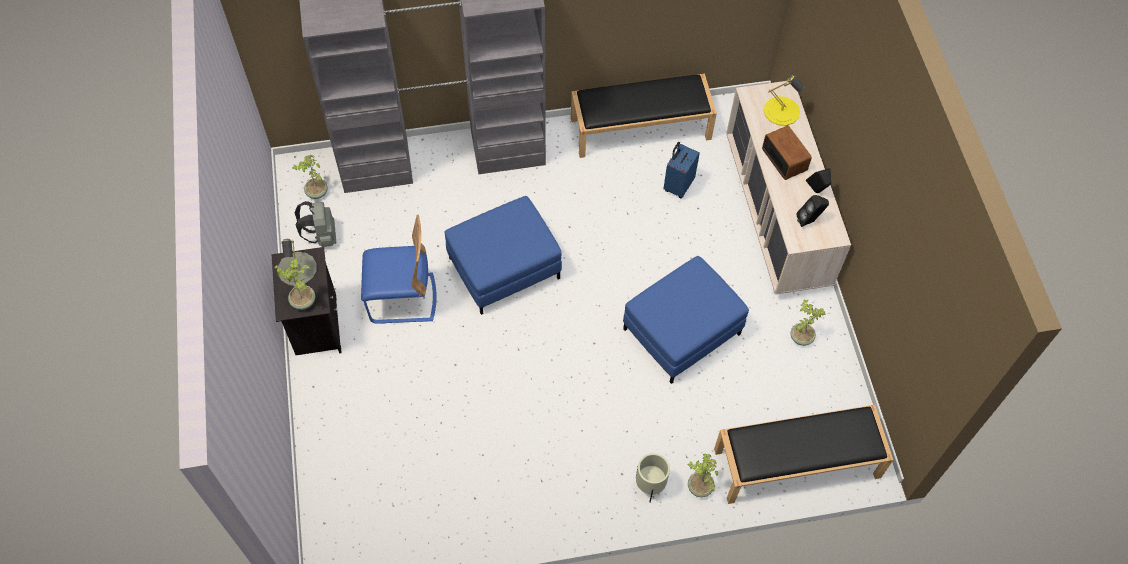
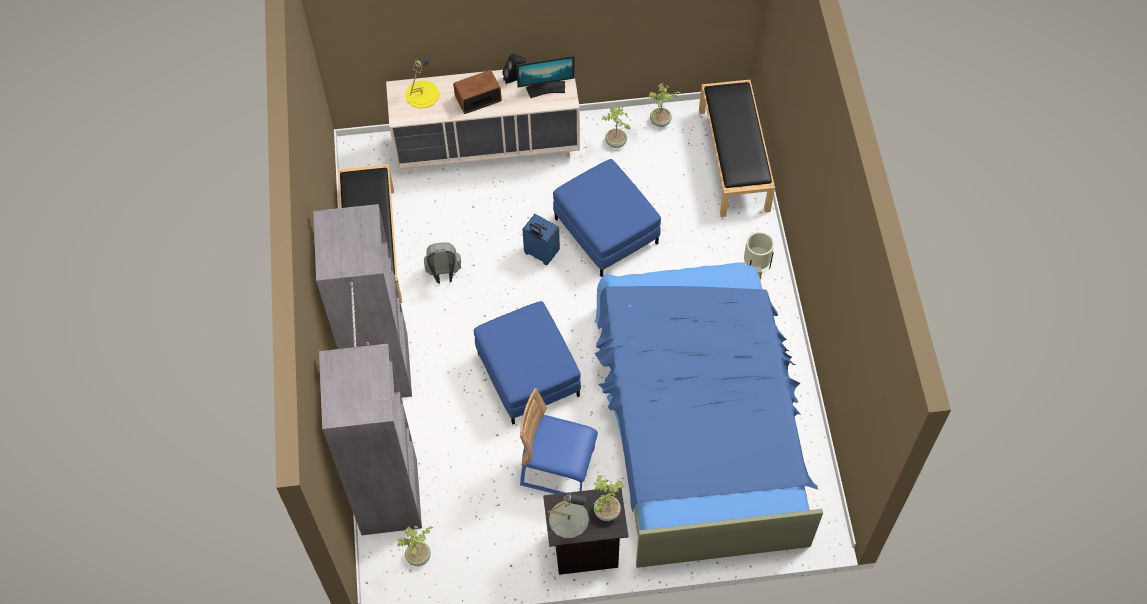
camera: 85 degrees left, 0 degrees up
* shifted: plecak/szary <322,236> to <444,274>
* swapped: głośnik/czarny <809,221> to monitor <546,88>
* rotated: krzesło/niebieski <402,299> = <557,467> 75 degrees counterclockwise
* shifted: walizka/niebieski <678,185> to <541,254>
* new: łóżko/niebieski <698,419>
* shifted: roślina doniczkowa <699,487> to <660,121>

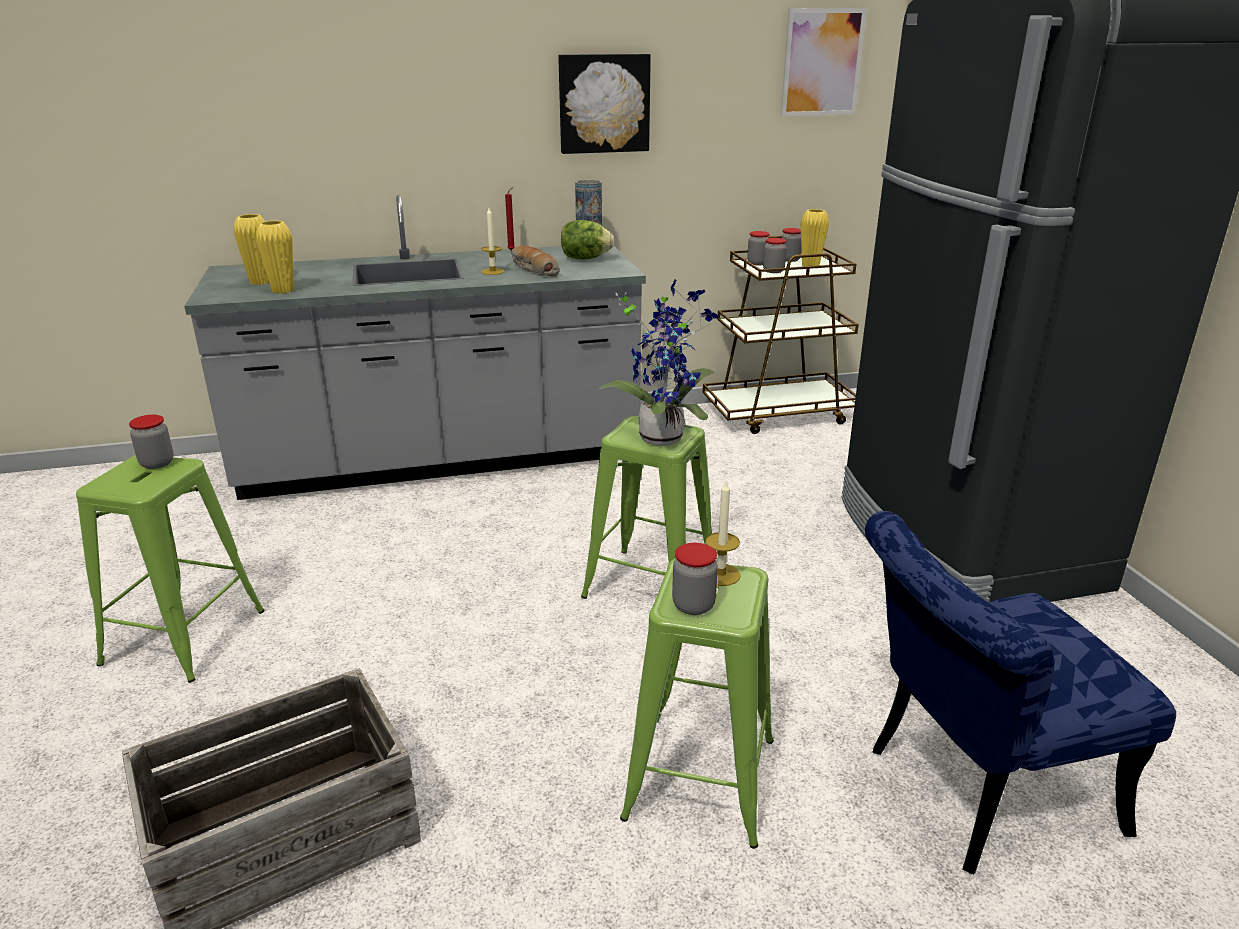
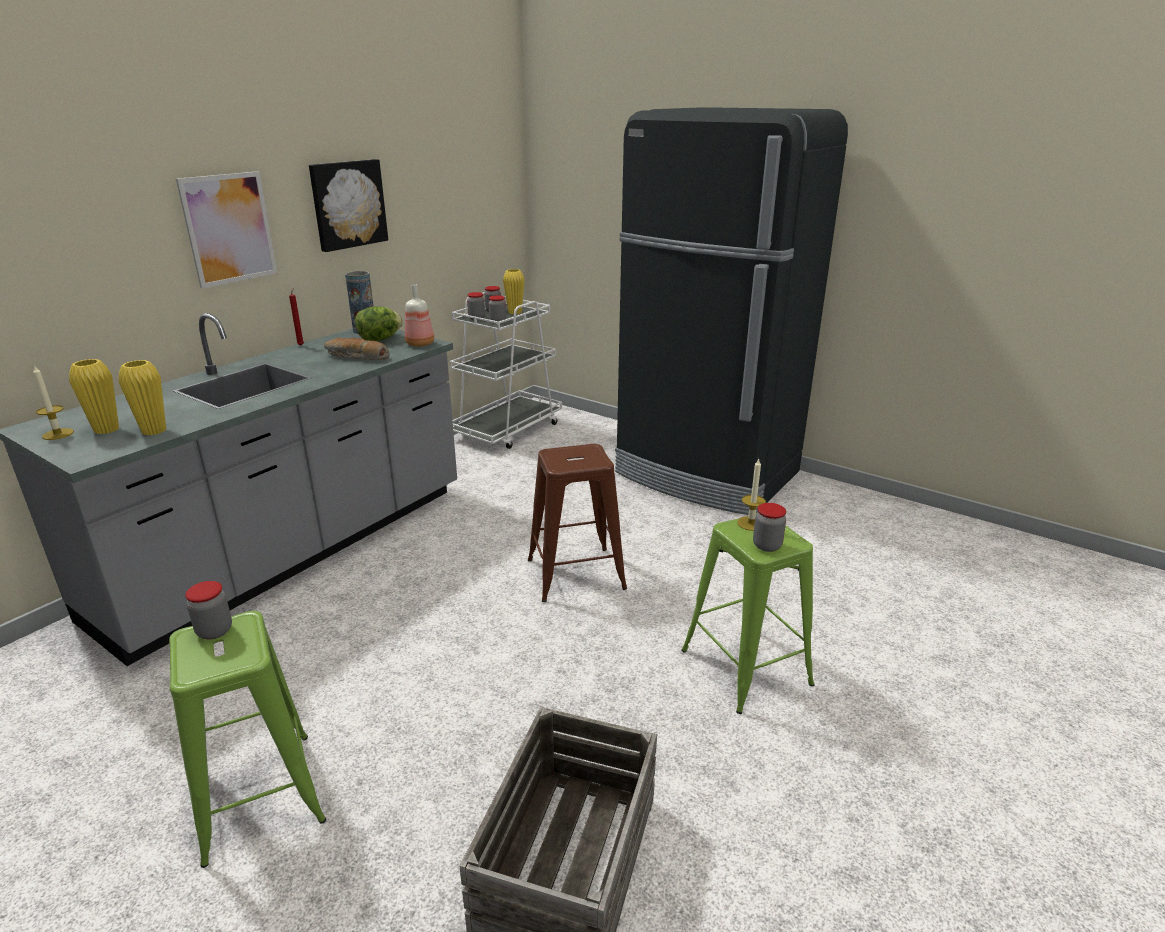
camera: 40 degrees left, 0 degrees up
* shifted: świeca <492,271> to <58,434>
* shifted: obraz <822,63> to <229,229>
* new: butelka <420,344>
* repainted: wózek/brązowy <779,414> to wózek/biały <508,429>
* repainted: stołek/zielony <649,585> to stołek/brązowy <575,574>
* gone: roślina doniczkowa <663,435>
* gone: krzesło/niebieski <971,790>

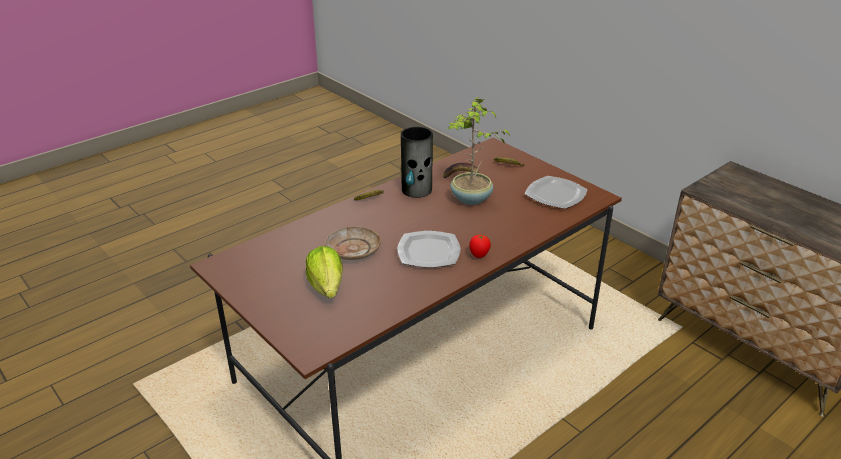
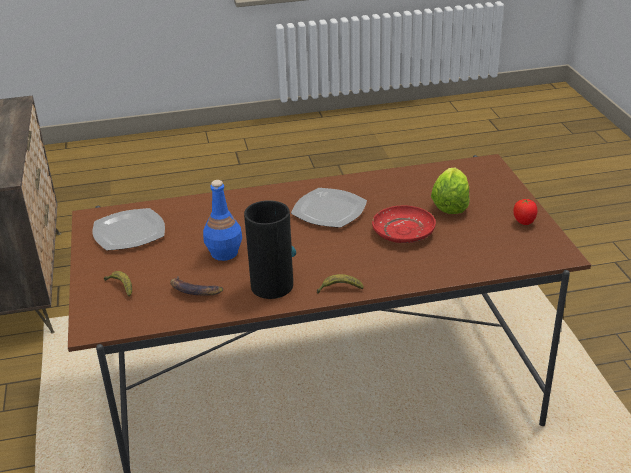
camera: 150 degrees left, 0 degrees up
* swapped: roślina doniczkowa <471,199> to butelka/niebieski <224,253>
* repainted: talerz/beżowy <353,250> to talerz/czerwony <403,232>
* shifted: pomidor <479,255> to <524,223>

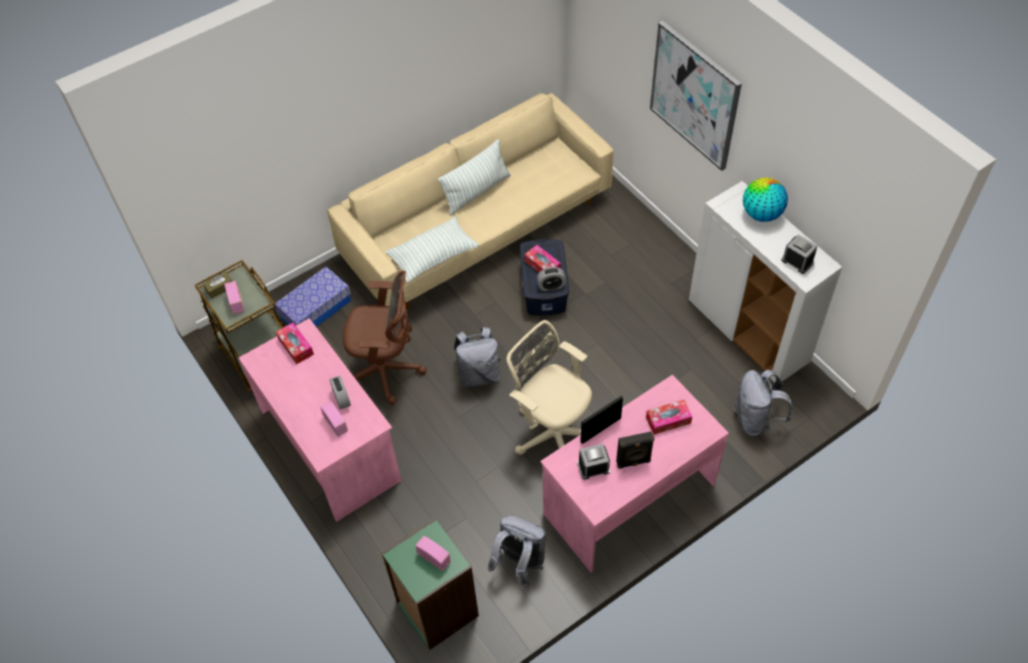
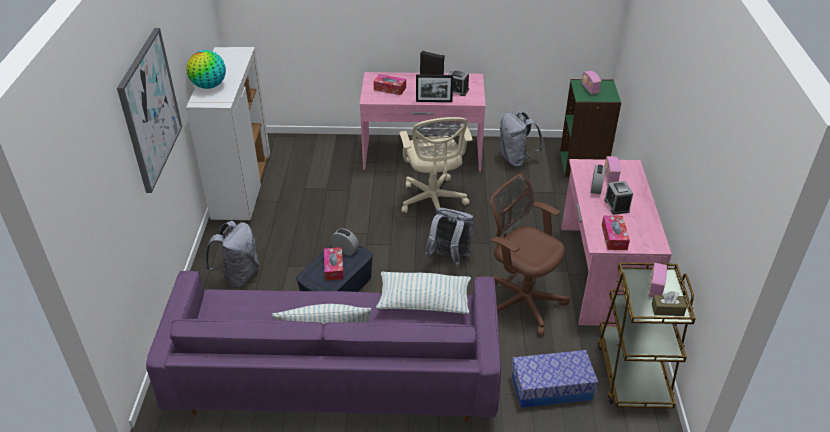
camera: 145 degrees left, 15 degrees down
* repainted: kanapa/beżowy <477,228> to kanapa/fioletowy <335,374>
* shifted: plecak/szary <755,419> to <238,275>
* shifted: budzik <797,261> to <616,205>

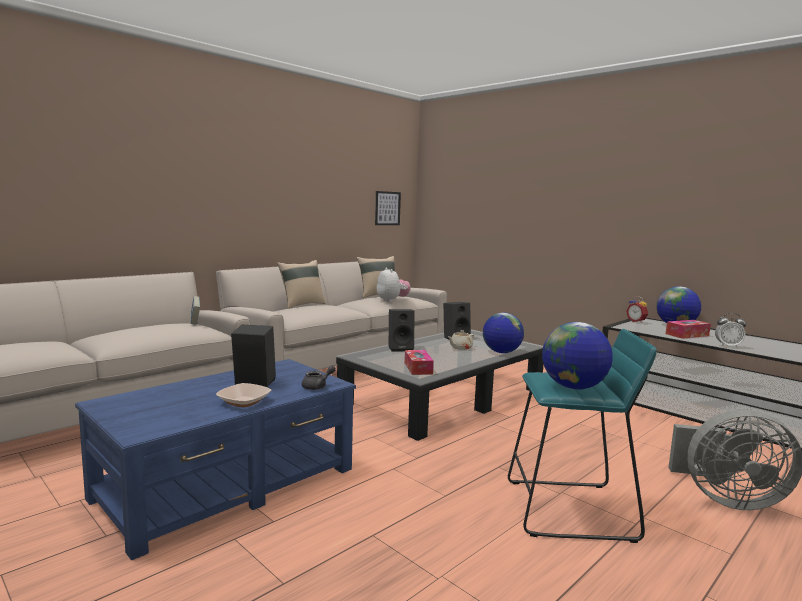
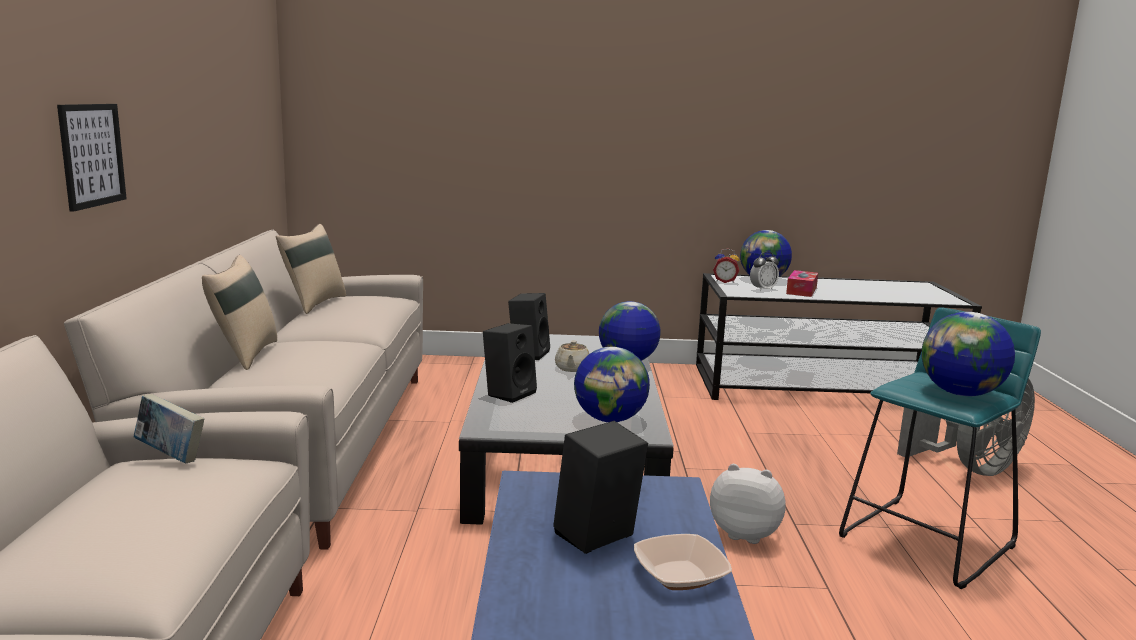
camera: 45 degrees left, 5 degrees up
* shifted: obraz <387,208> to <92,155>
* swapped: pudełko chusteczek <418,368> to globus <610,419>
* shifted: pluszak <392,301> to <745,534>
* shifted: budzik <728,346> to <762,289>
* gone: imbryk/szary <318,386>

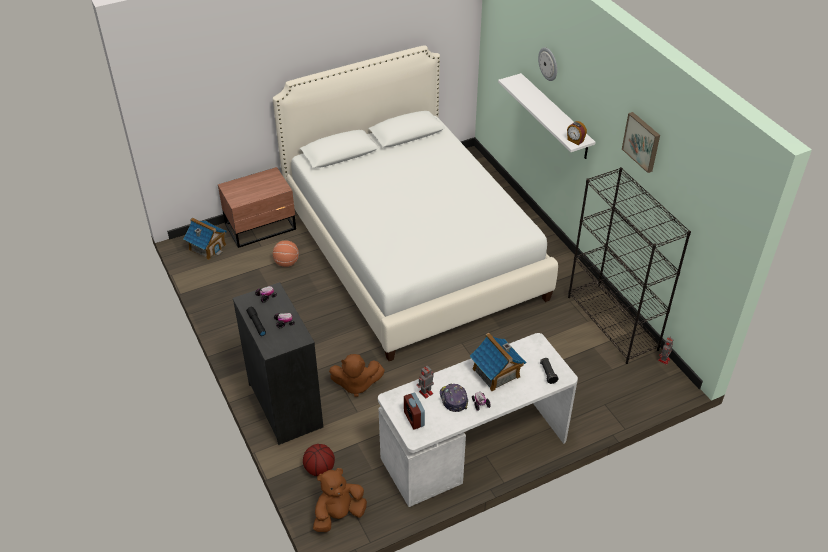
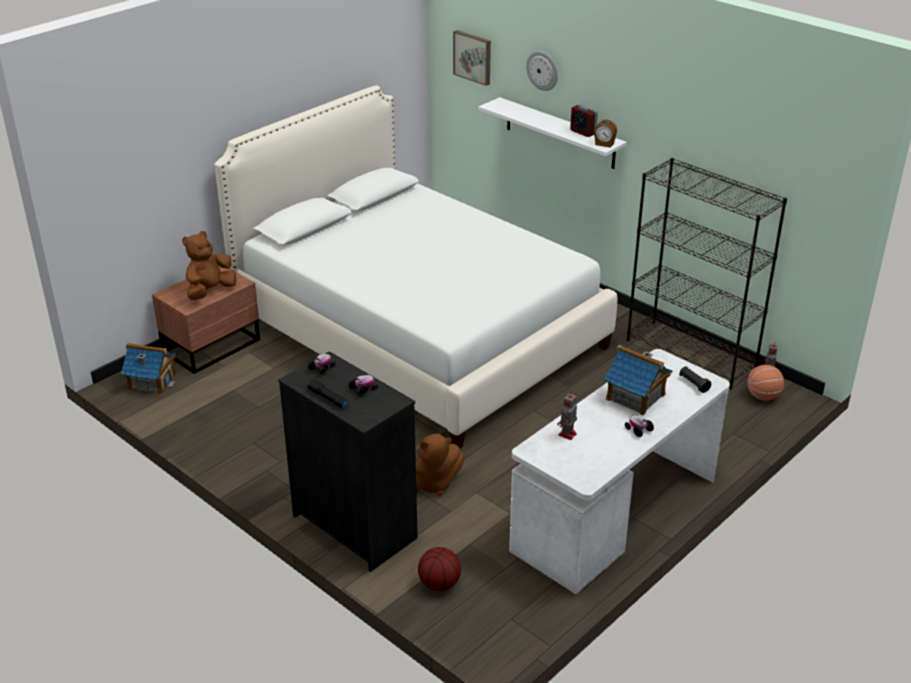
camera: 20 degrees left, 10 degrees down
* shifted: pluszak/brązowy <339,515> to <210,291>
* shifted: obraz <642,141> to <473,57>
* shifted: budzik <414,419> to <583,132>
* shifted: piłka do koszykówki <286,262> to <762,396>
* gone: czapka z daszkiem <453,399>

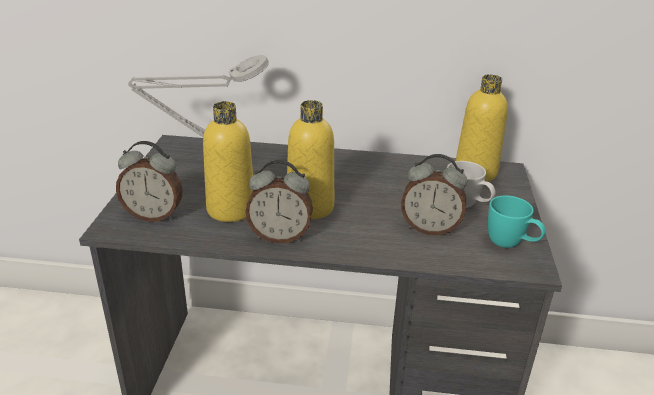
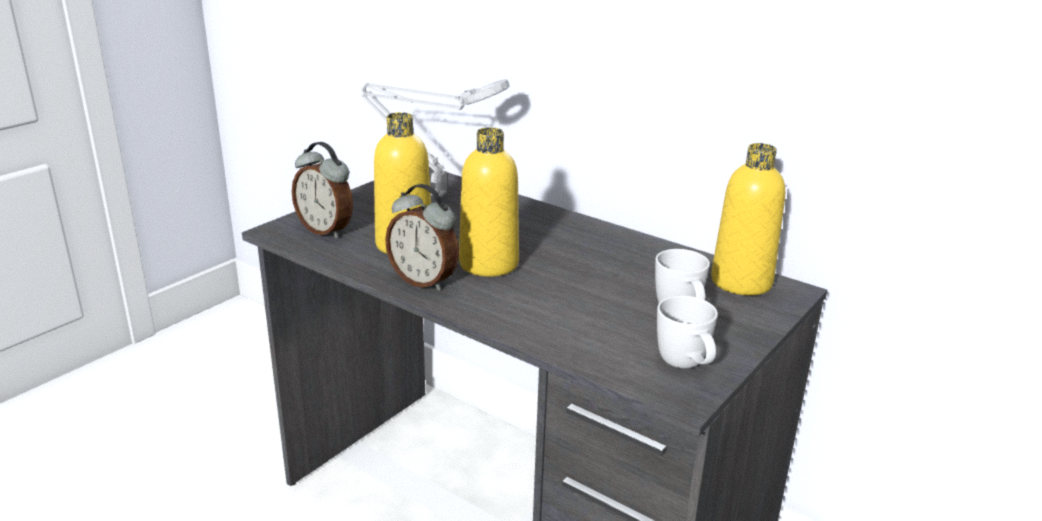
camera: 30 degrees right, 5 degrees down
* repainted: kubek/turkusowy <511,245> to kubek/biały <686,366>
* gone: budzik <430,228>

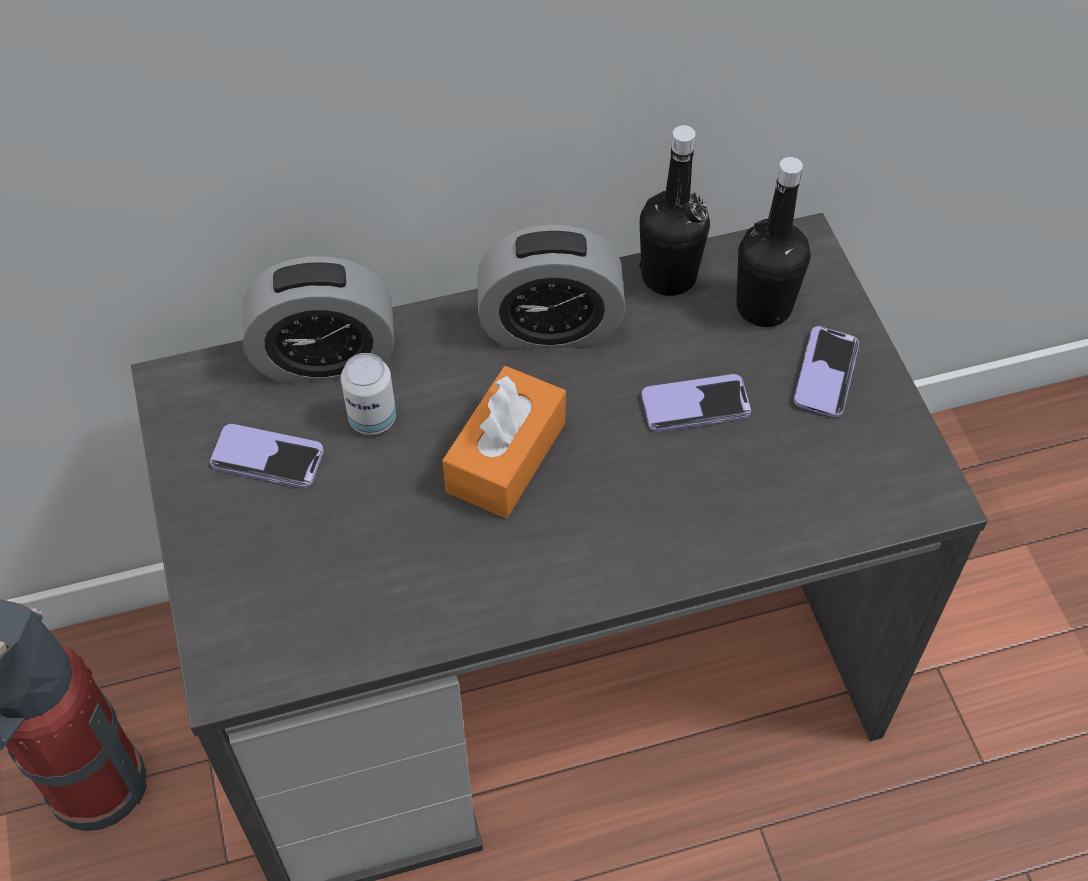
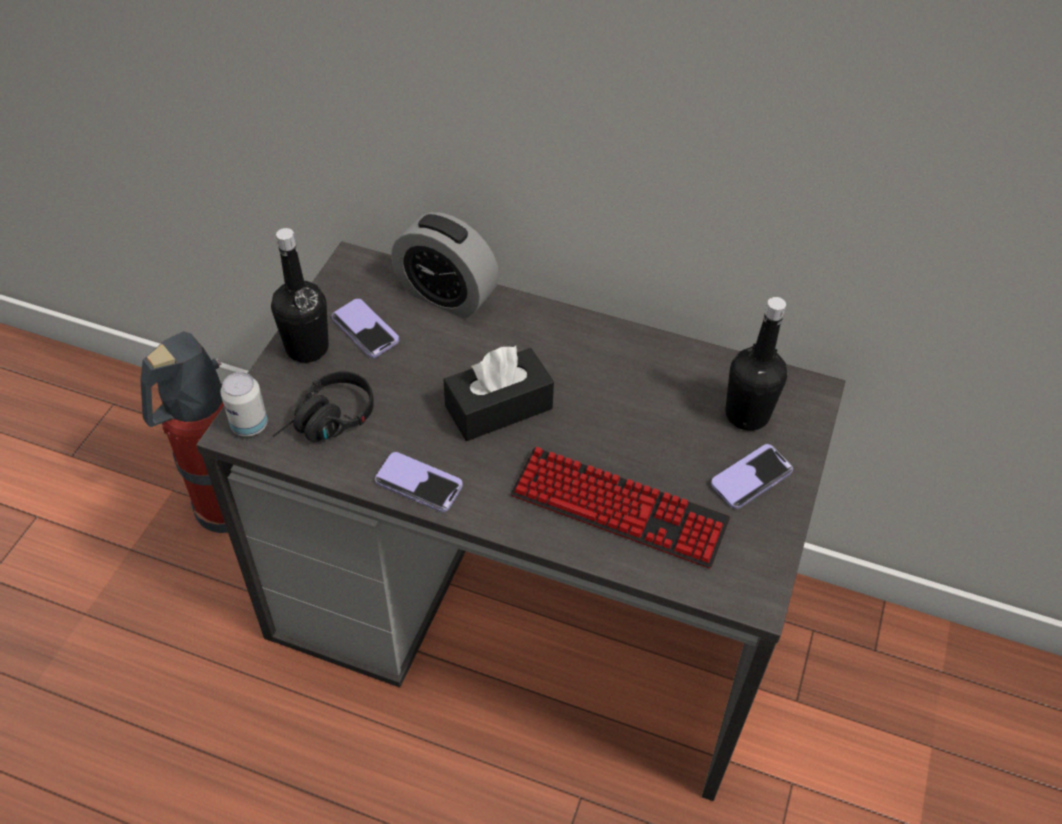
camera: 35 degrees right, 5 degrees down
* shifted: puszka <372,419> to <249,425>
* shifted: butelka/czarny <669,276> to <307,348>
* new: słuchawki/czarny <327,424>
* shifted: telefon <695,405> to <419,484>
* repainted: pudełko chusteczek/pomarańczowy <506,457> to pudełko chusteczek/czarny <498,407>
* new: klawiatura <618,509>
* gone: budzik <550,328>

